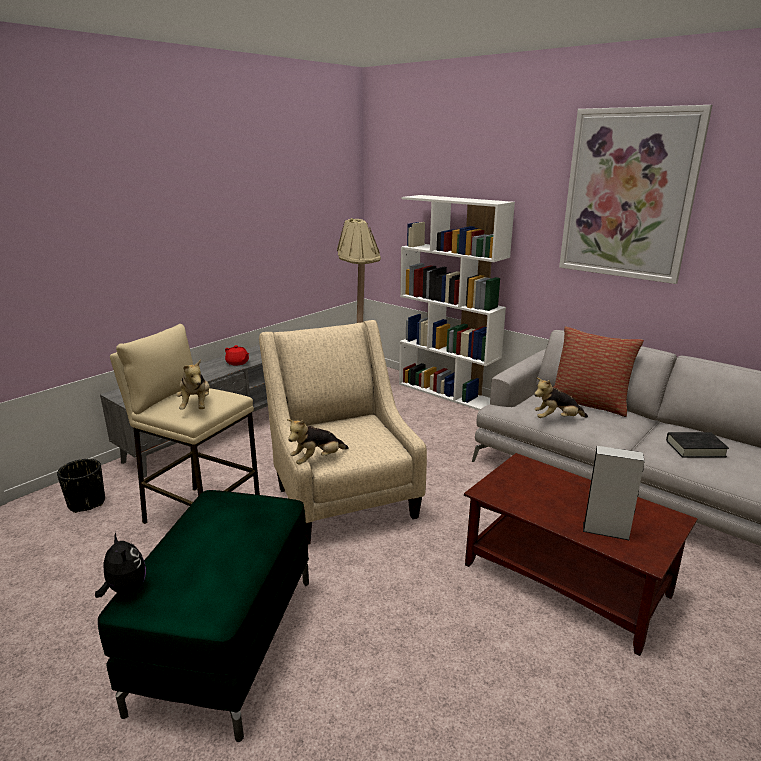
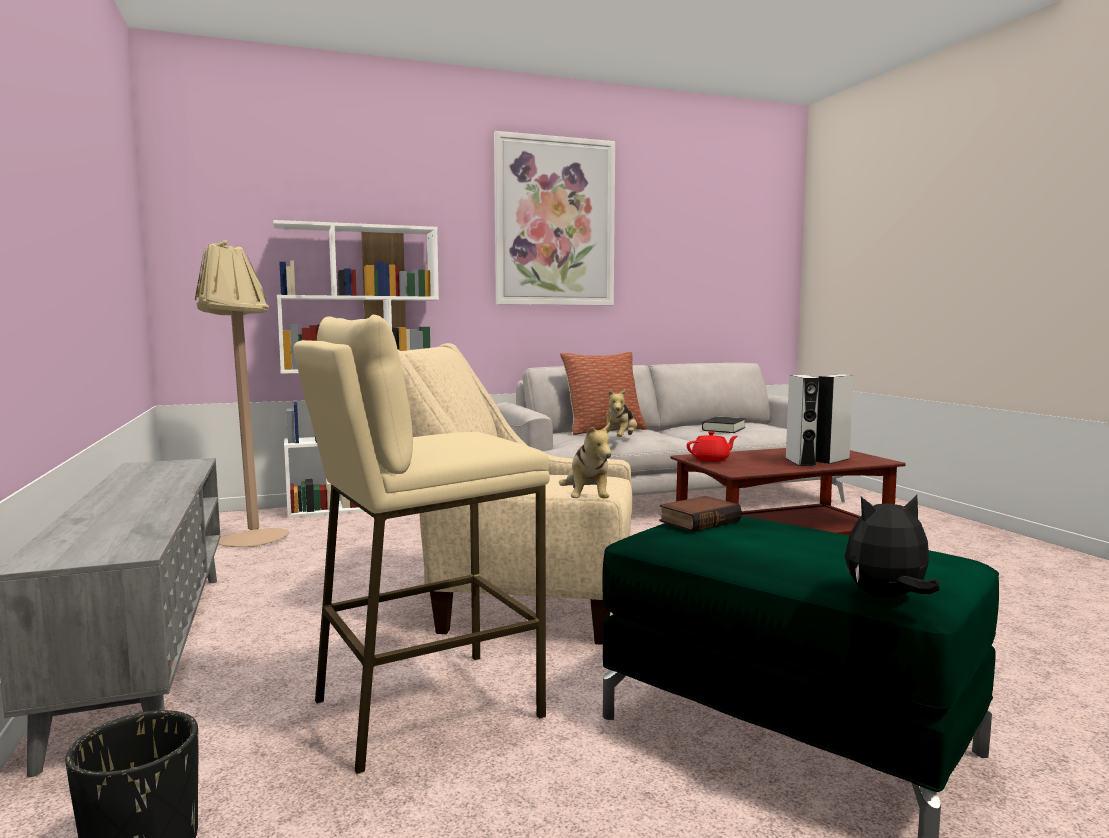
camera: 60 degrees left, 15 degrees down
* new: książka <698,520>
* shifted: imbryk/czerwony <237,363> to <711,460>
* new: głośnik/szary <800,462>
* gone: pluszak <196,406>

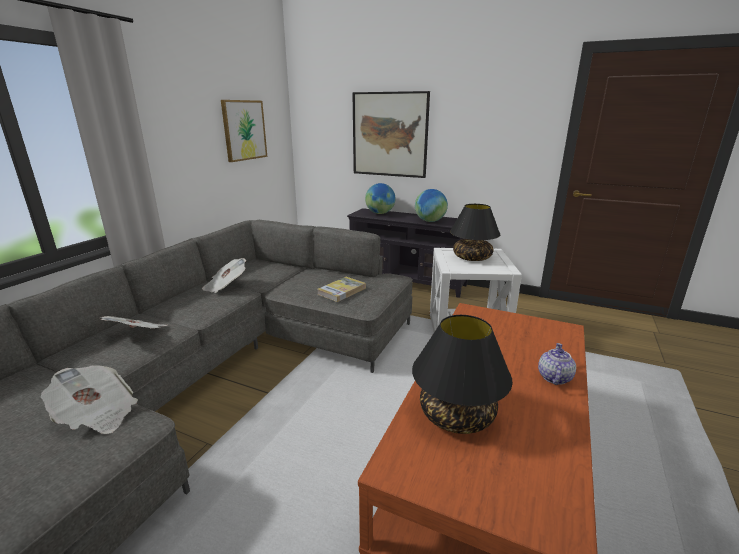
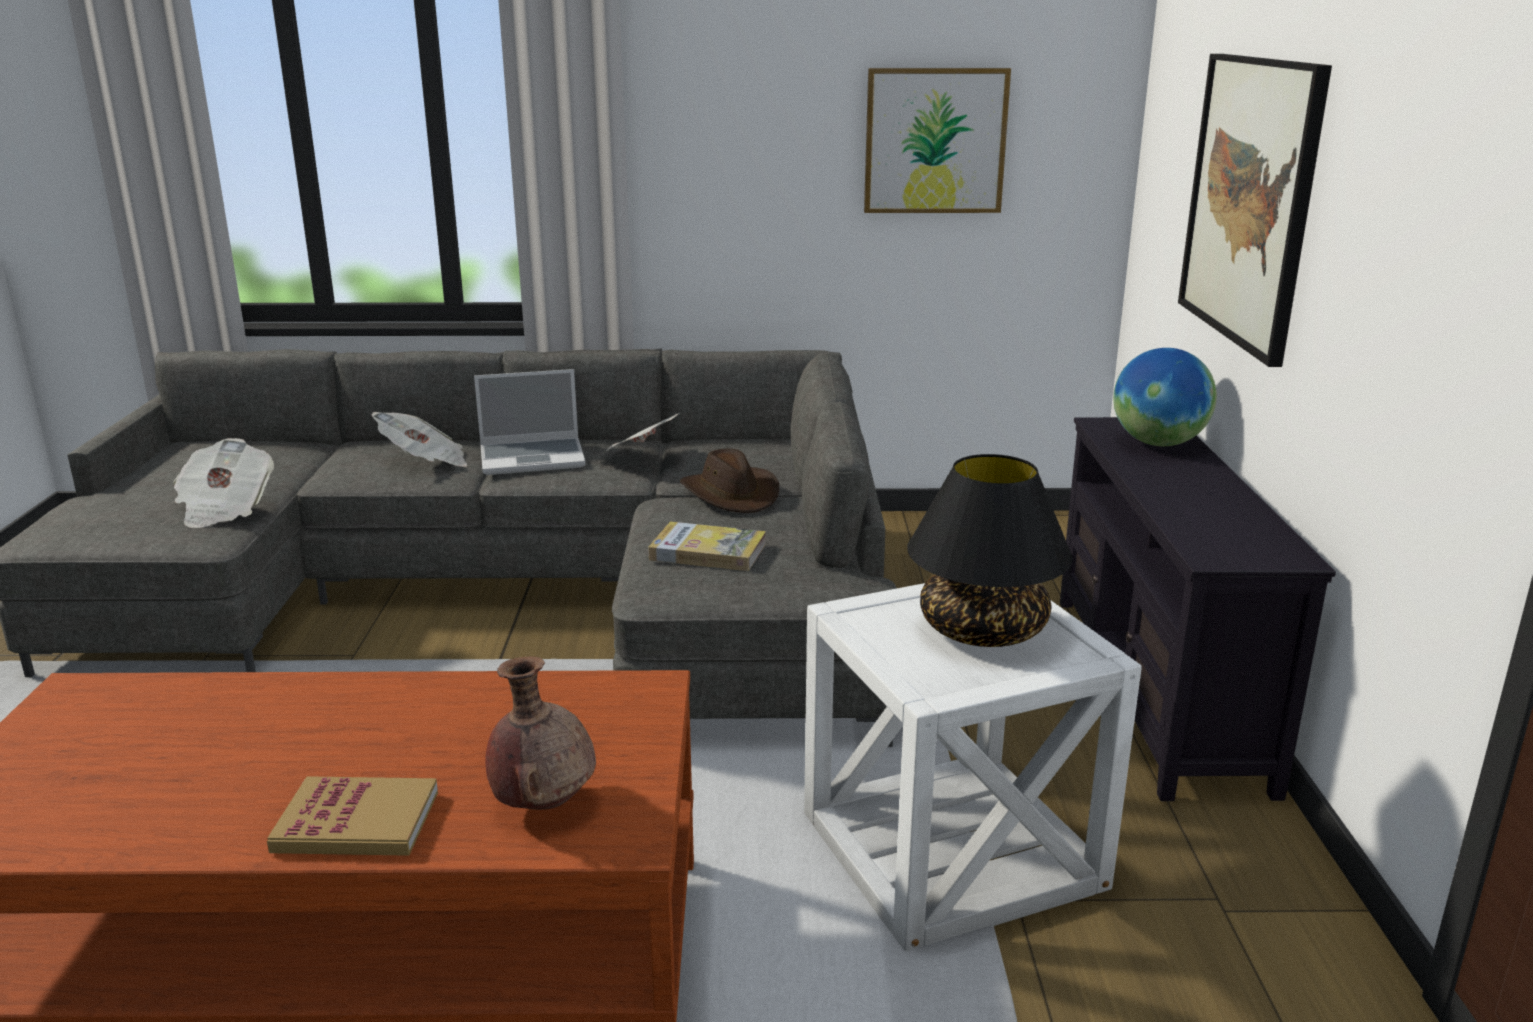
camera: 65 degrees right, 0 degrees up
* swapped: imbryk <554,377> to książka <356,822>
* new: laptop <533,458>
* new: wazon/brązowy <544,803>
* new: kapelusz/brązowy <731,494>
* gone: lampa stołowa/czarny <456,415>
* gone: globus <430,221>

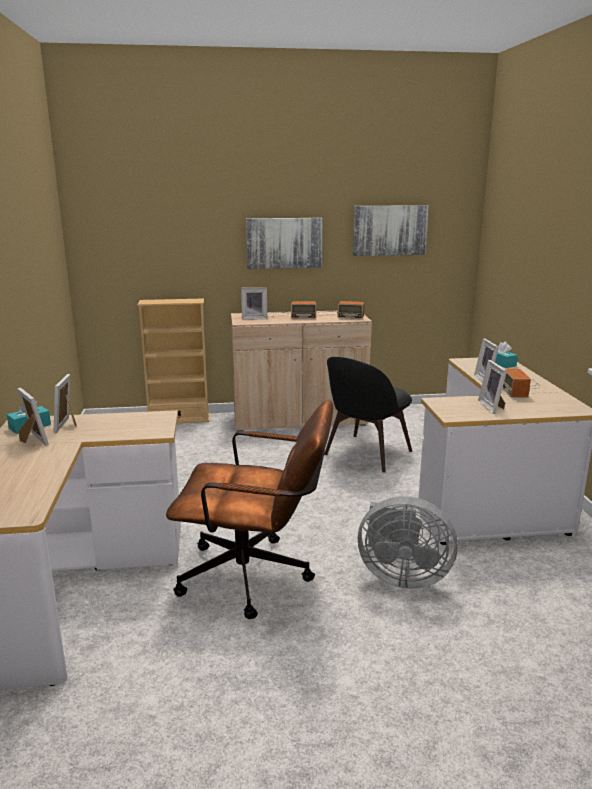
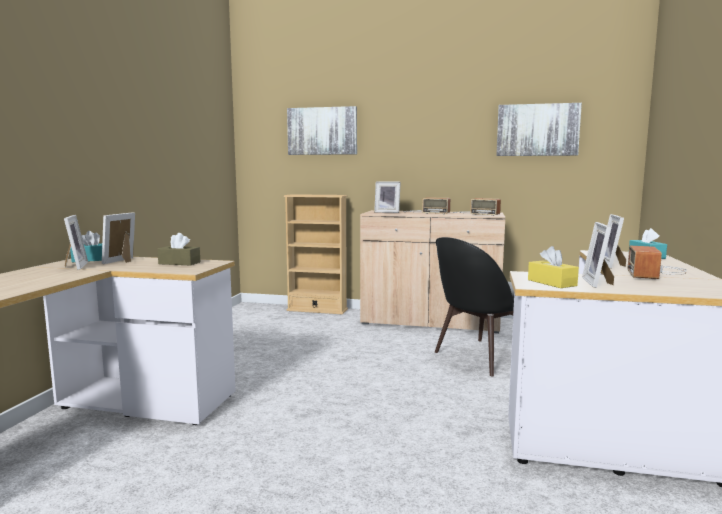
camera: 20 degrees right, 10 degrees down
* new: pudełko chusteczek/brązowy <179,263>
* shifted: obraz <284,243> to <322,131>
* new: pudełko chusteczek/żółty <551,283>
* gone: krzesło biurowe/brązowy <256,577>
* gone: wentylator/szary <401,576>

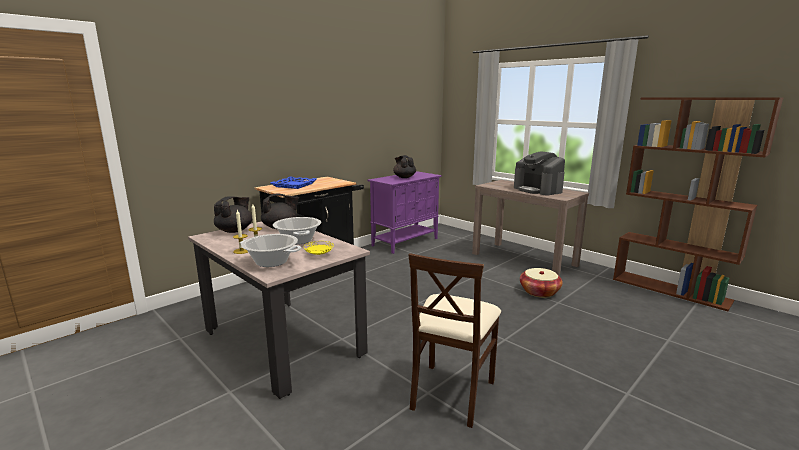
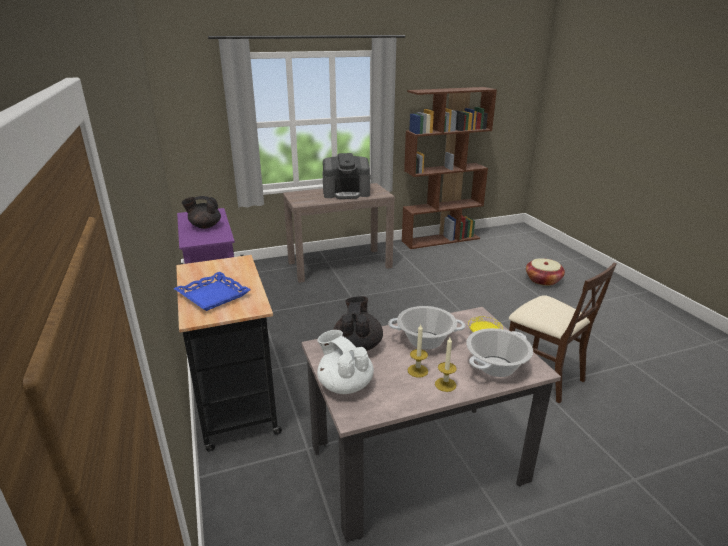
camera: 65 degrees left, 10 degrees up
* repainted: imbryk/czarny <235,230> to imbryk/biały <345,384>
* shifted: koszyk <539,292> to <543,280>

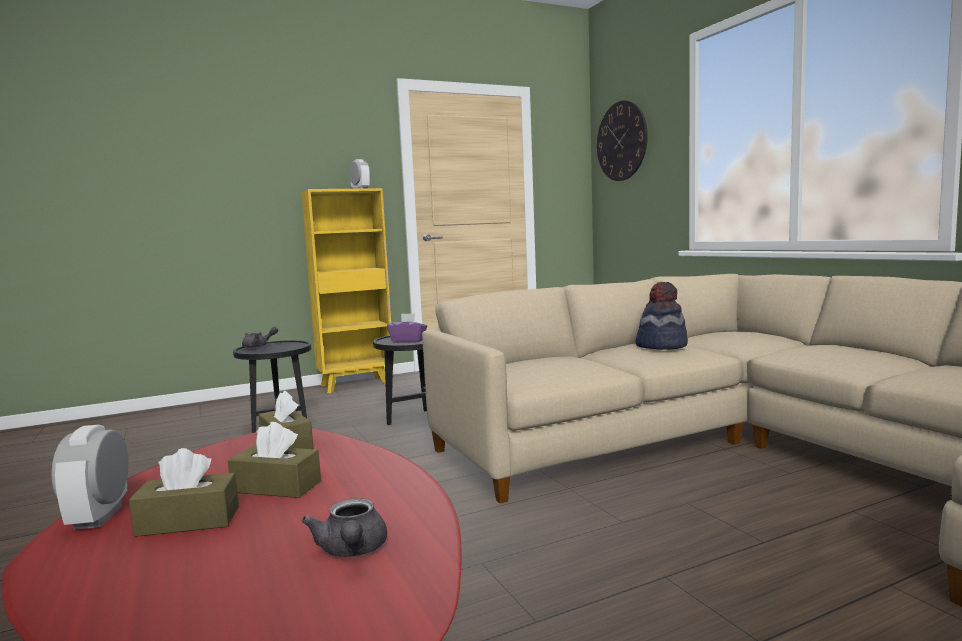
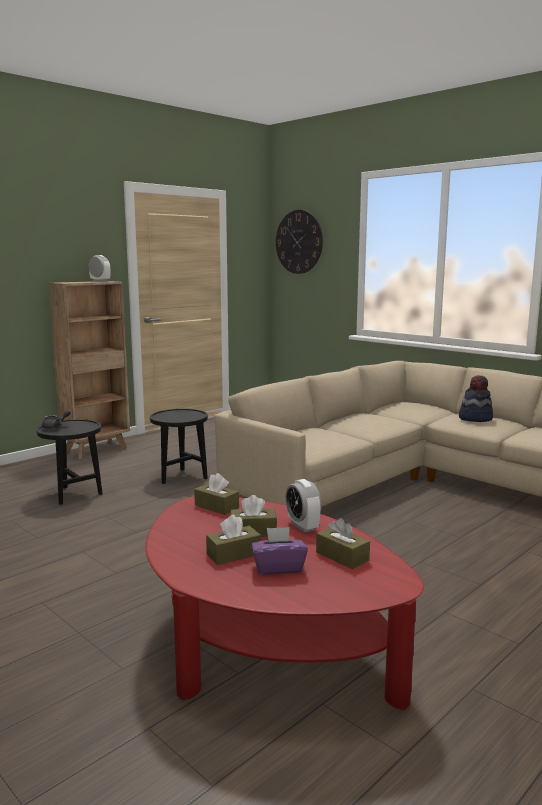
camera: 20 degrees left, 5 degrees up
* repainted: regał/żółty <357,385> to regał/brązowy <97,449>
* shifted: pudełko chusteczek/fioletowy <408,341> to <278,568>
* shifted: budzik <99,517> to <303,526>
* swapped: imbryk/szary <352,551> to pudełko chusteczek/brązowy <342,556>
* shifted: kapelusz <661,345> to <475,418>

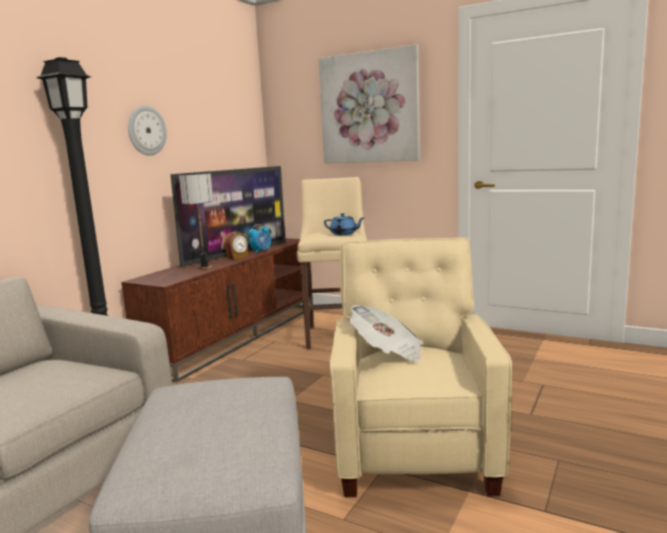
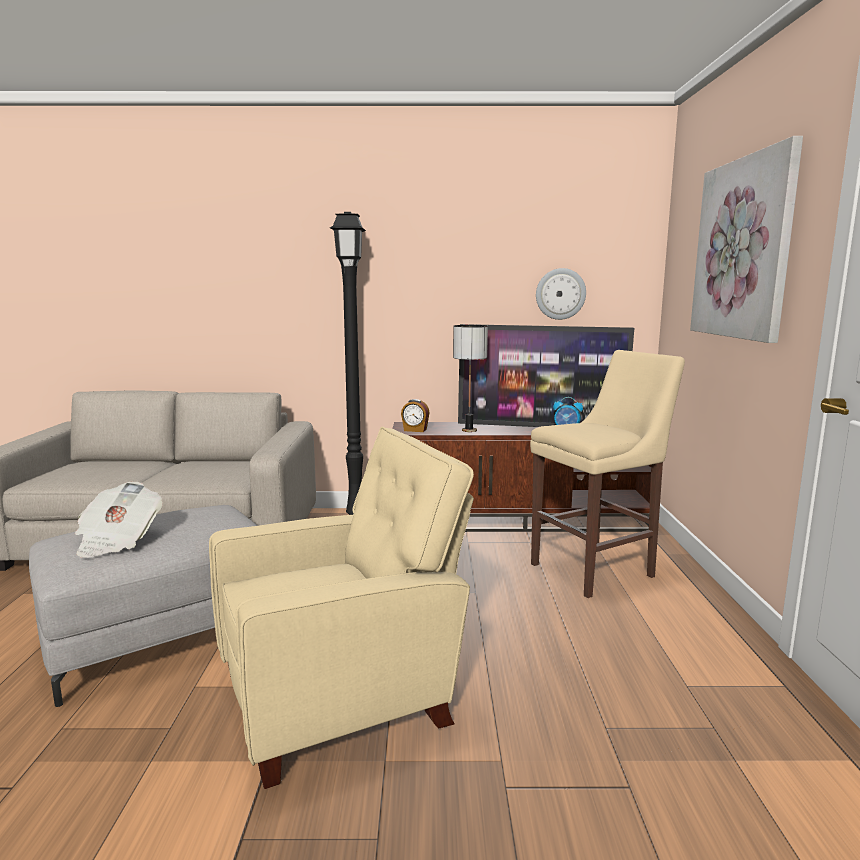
camera: 60 degrees right, 0 degrees up
* shifted: gazeta <388,352> to <118,540>
* shifted: budzik <237,257> to <415,430>
* shifted: zegar ścienny <146,130> to <560,294>
* gone: imbryk/niebieski <344,234>

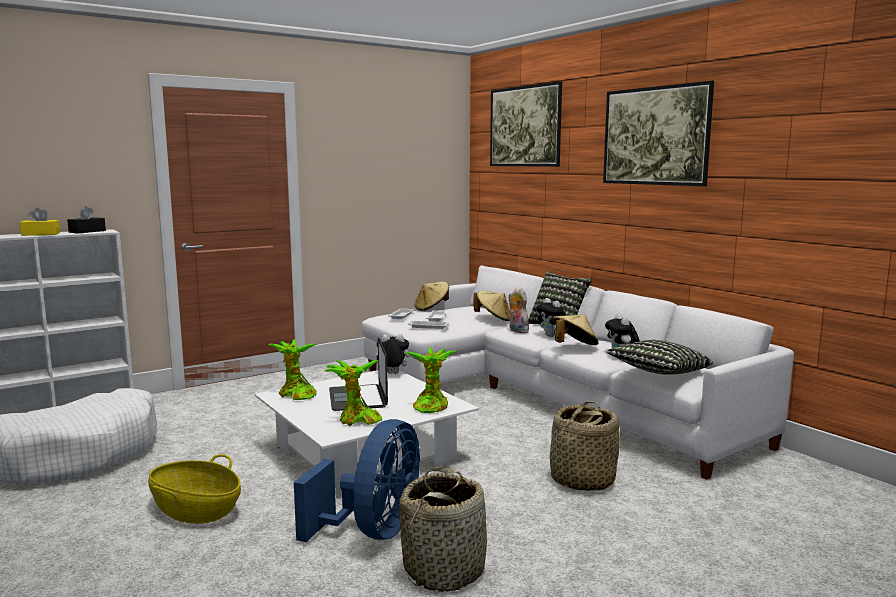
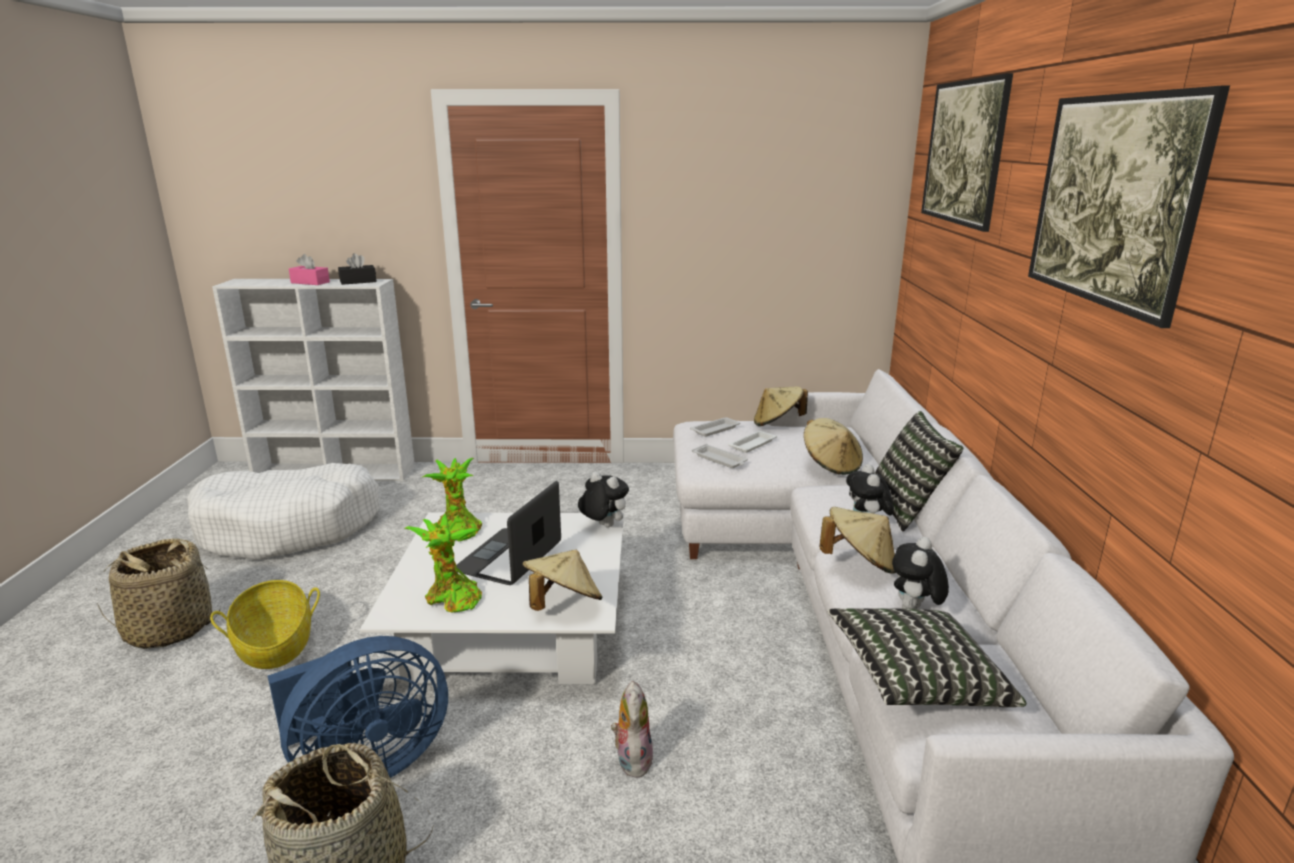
camera: 35 degrees right, 10 degrees up
* shifted: koszyk <581,480> to <169,629>
* repainted: pudełko chusteczek/żółty <40,234> to pudełko chusteczek/różowy <310,282>
* swapped: roślina doniczkowa <431,406> to kapelusz/beżowy <562,604>
* shifted: pluszak <517,331> to <632,759>

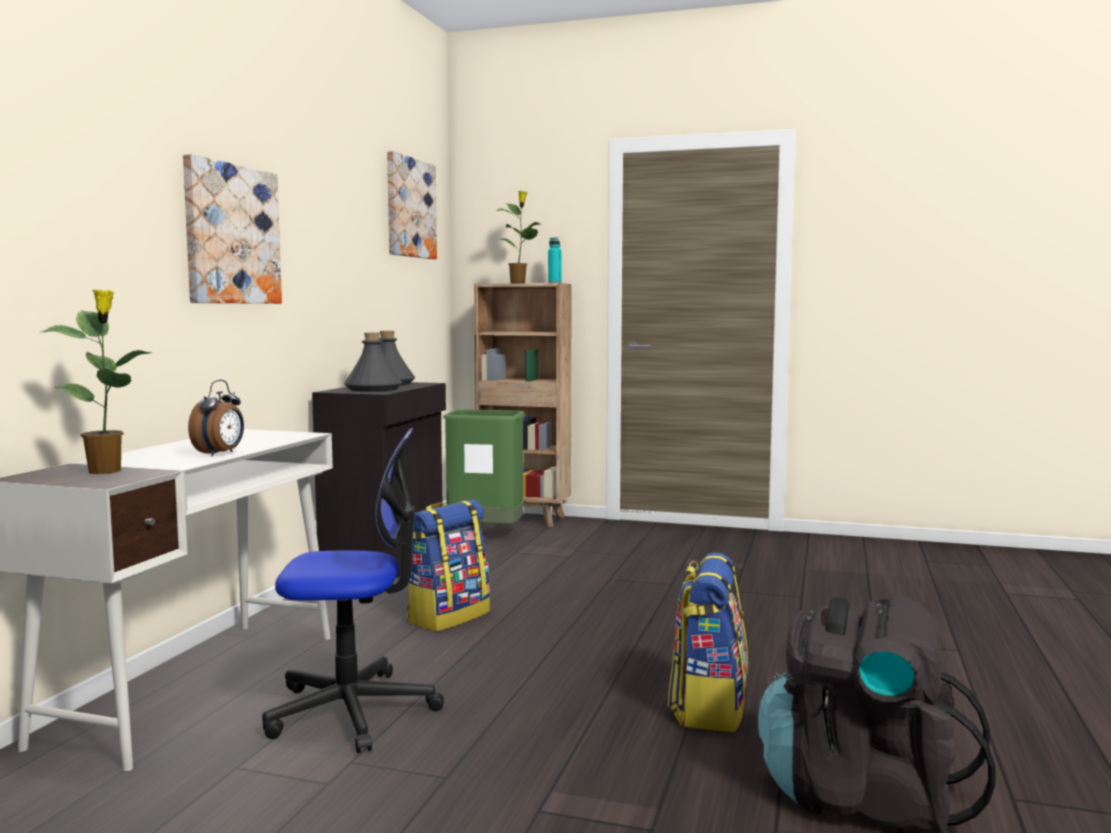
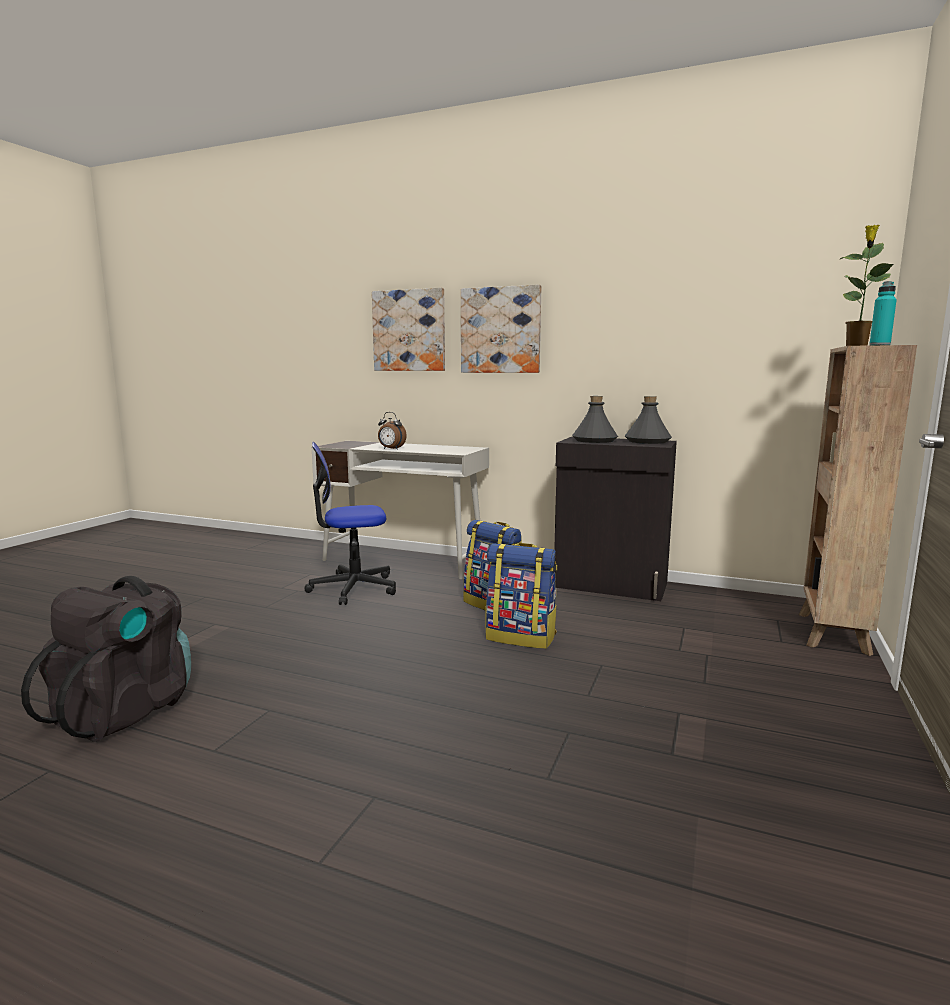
camera: 95 degrees right, 5 degrees up
* rotated: krzesło biurowe <352,711> = <353,588> 75 degrees clockwise
* shifted: obraz <409,208> to <409,330>
* shifted: plecak <708,707> to <521,637>
* gone: roślina doniczkowa <106,471>
* gone: kosz na śmieci/zielony <485,535>

